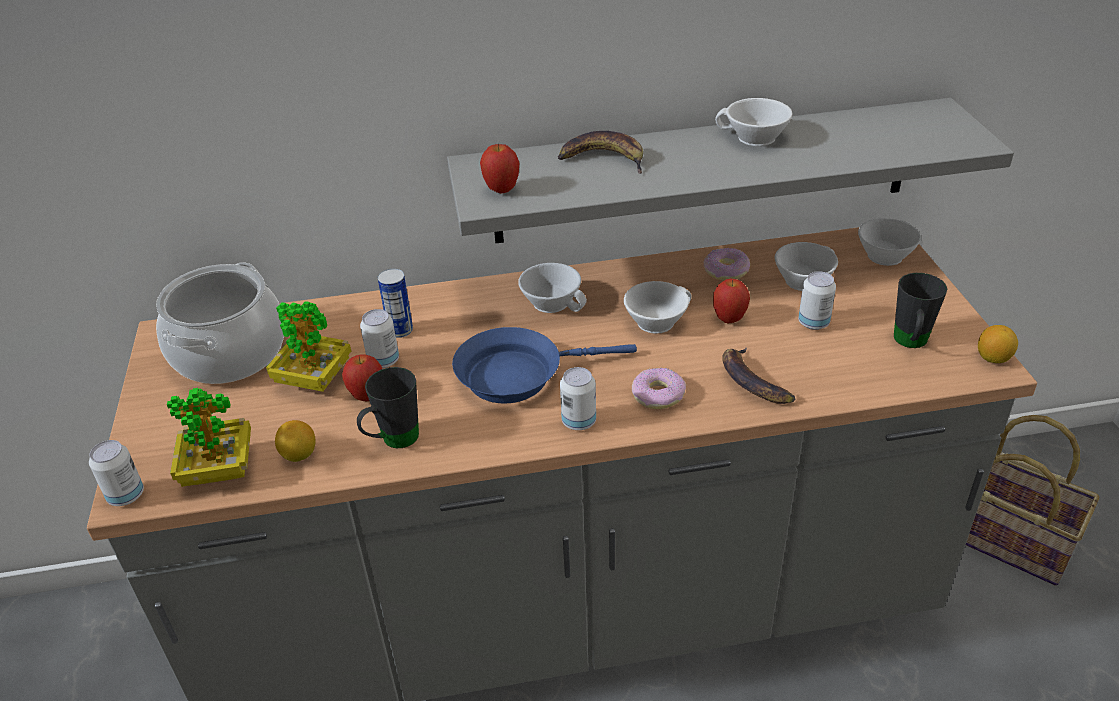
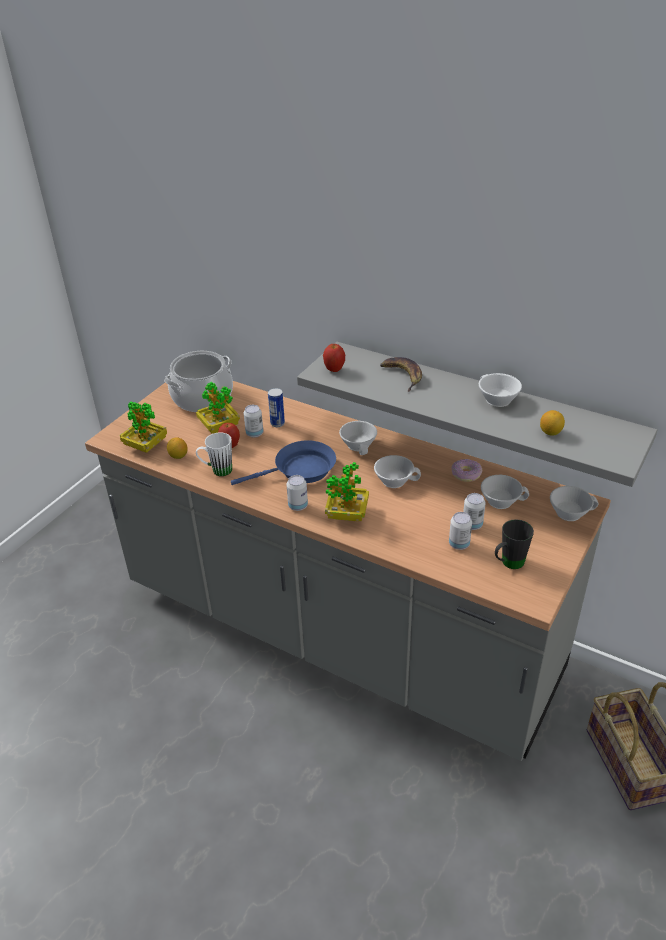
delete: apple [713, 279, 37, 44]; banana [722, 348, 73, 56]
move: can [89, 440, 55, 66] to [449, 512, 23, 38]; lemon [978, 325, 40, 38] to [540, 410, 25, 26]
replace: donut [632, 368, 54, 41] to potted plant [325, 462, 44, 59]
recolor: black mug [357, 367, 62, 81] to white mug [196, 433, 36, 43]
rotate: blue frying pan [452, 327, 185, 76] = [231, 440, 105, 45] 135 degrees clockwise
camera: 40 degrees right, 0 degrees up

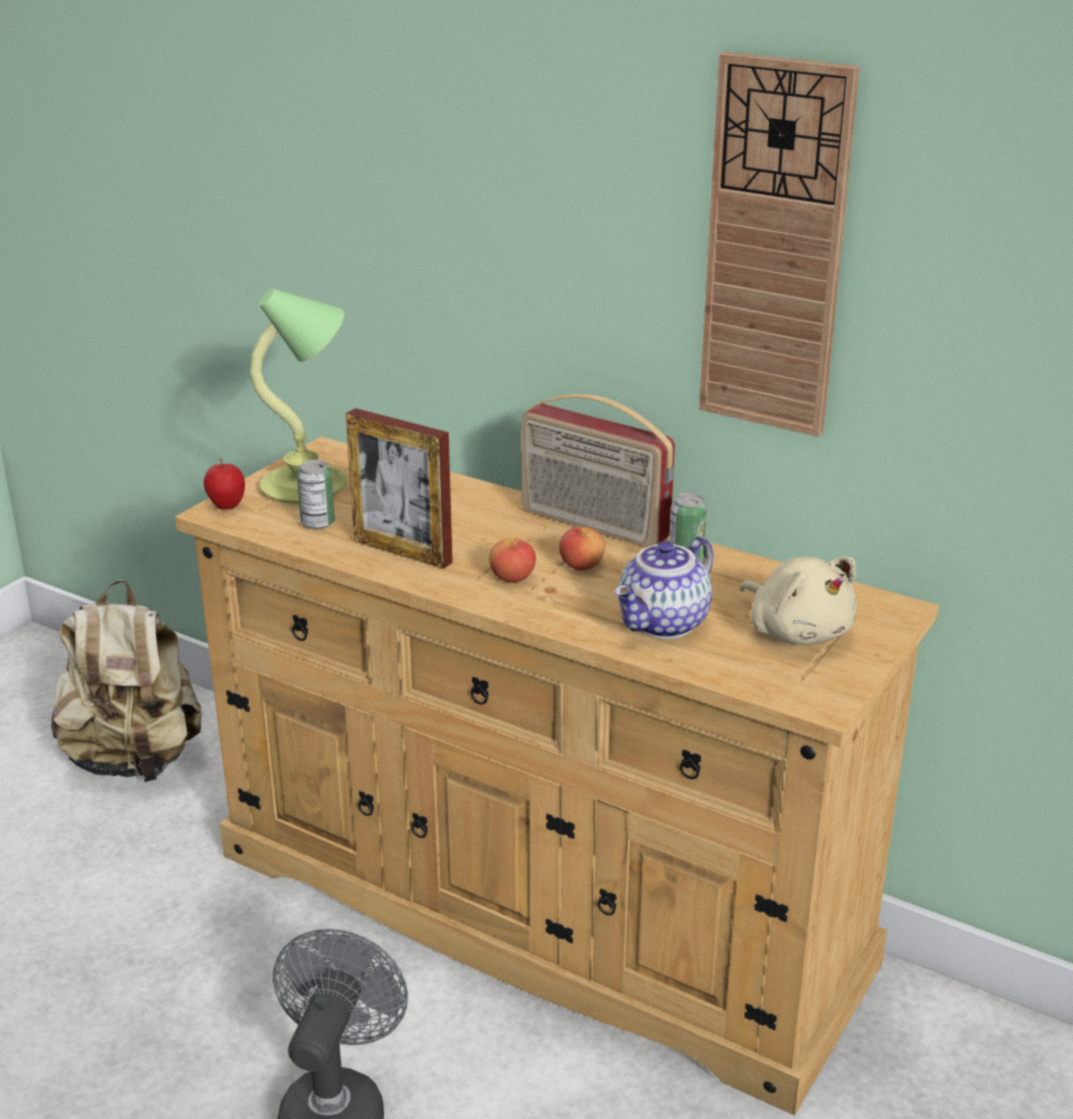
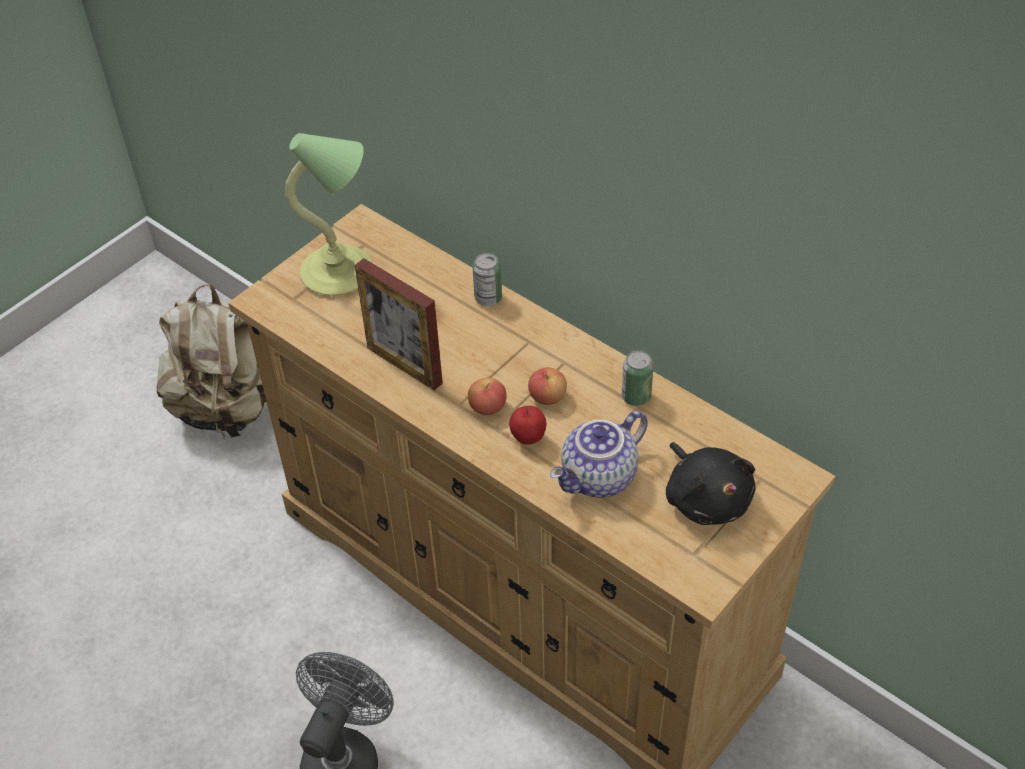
delete: radio [521, 394, 154, 153]; wall clock [699, 52, 161, 385]
move: apple [204, 458, 41, 52] to [509, 406, 37, 39]; can [297, 460, 38, 69] to [473, 253, 29, 53]
recolor: beige plush toy [740, 556, 117, 89] to black plush toy [666, 442, 89, 83]
camera: 10 degrees right, 20 degrees up

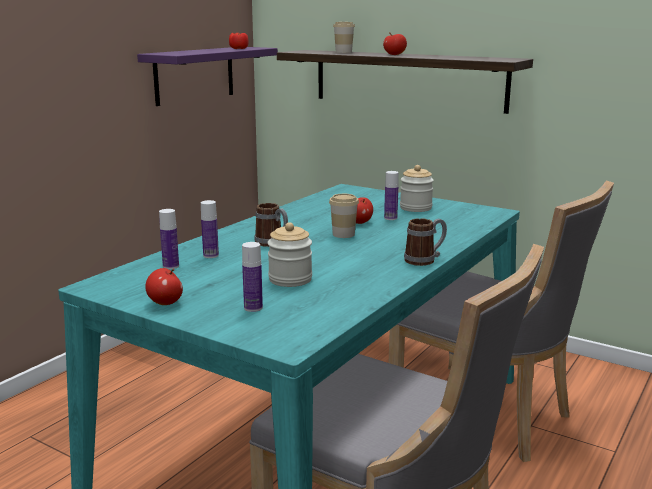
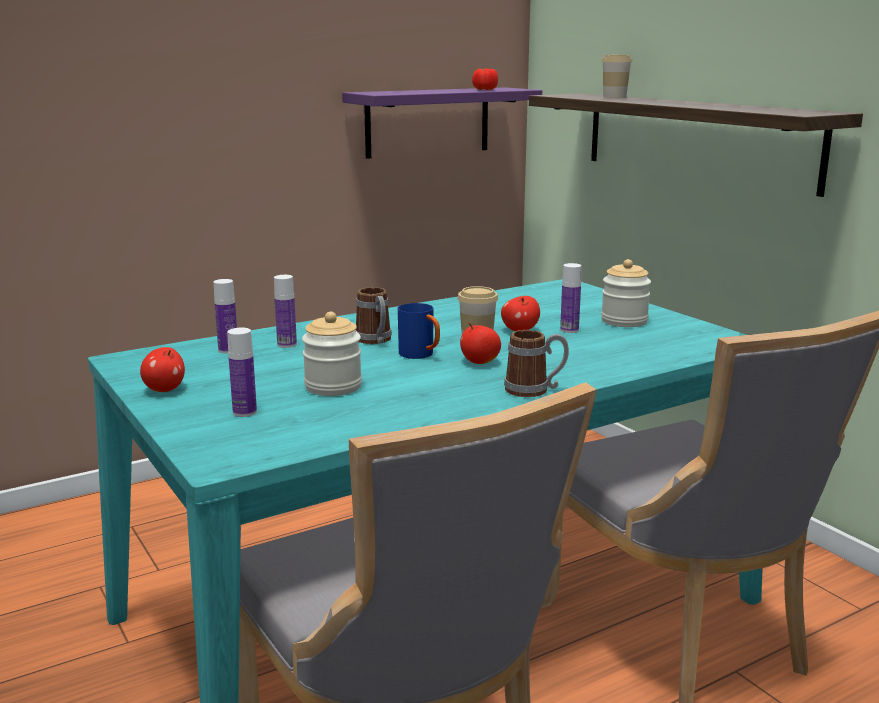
insert: blue mug [398, 303, 42, 56]
move: apple [383, 32, 24, 23] to [460, 322, 41, 42]
camera: 25 degrees right, 0 degrees up

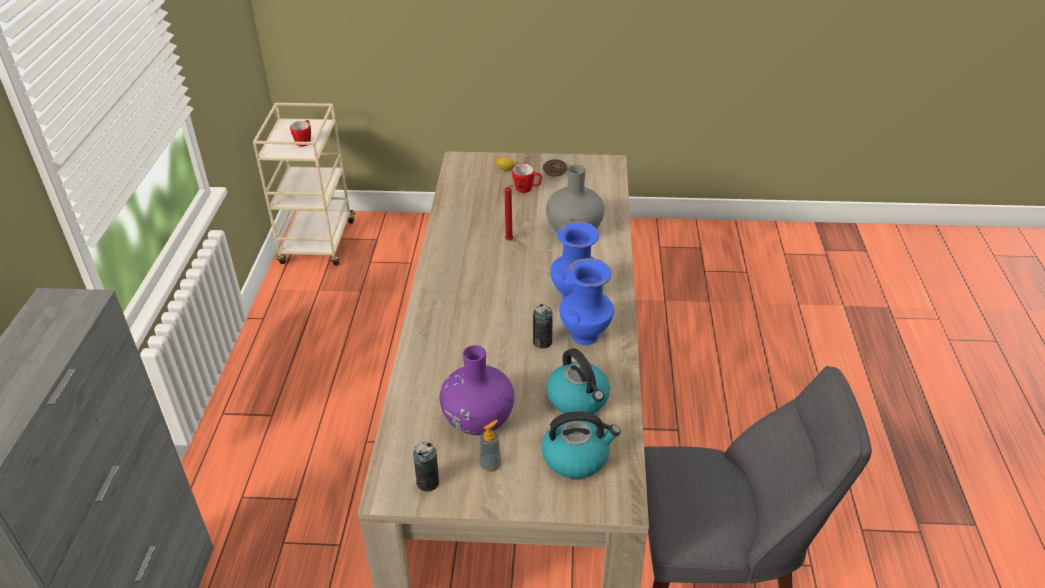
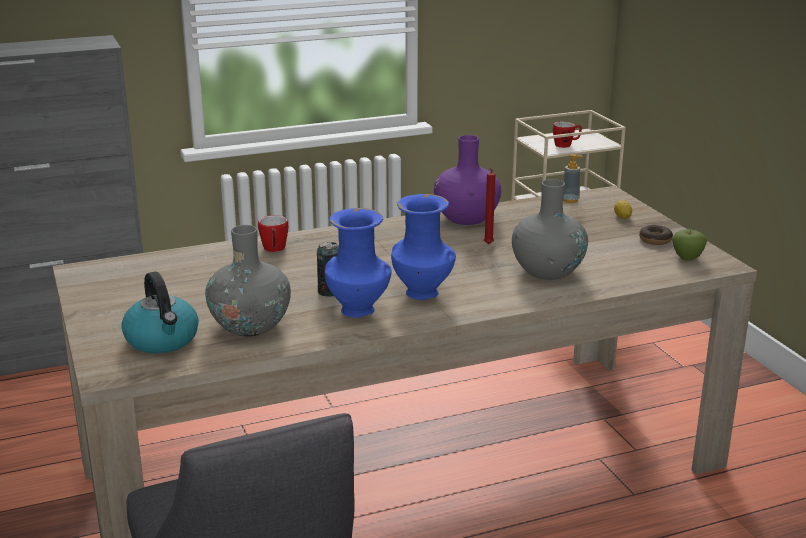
delete: can [413, 442, 26, 50]
insert: apple [672, 229, 35, 32]
move: purple vase [440, 345, 74, 90] to [434, 135, 67, 90]; soap dispenser [479, 420, 23, 52] to [563, 154, 20, 49]; mug [512, 164, 30, 29] to [258, 215, 30, 37]
replace: kettle [547, 348, 63, 66] to grey vase [205, 225, 86, 112]
camera: 65 degrees right, 15 degrees down

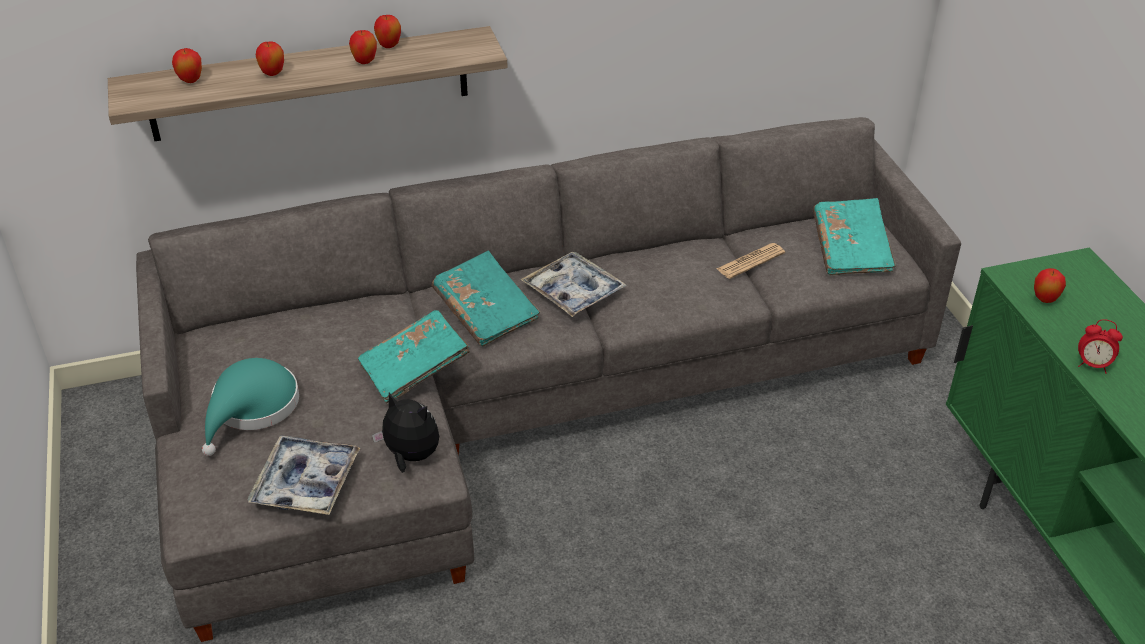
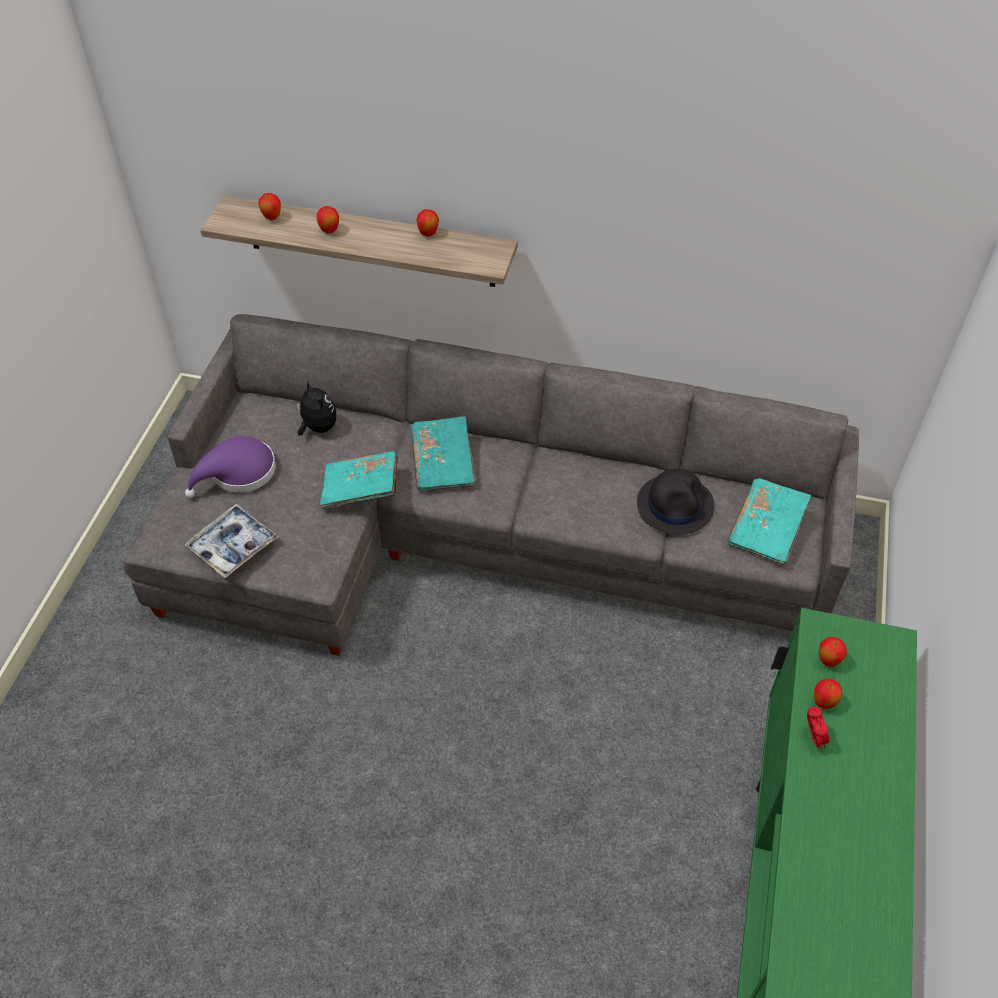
delete: tray [520, 252, 107, 65]
move: apple [349, 30, 28, 34] to [814, 679, 28, 30]; plush toy [372, 393, 67, 80] to [296, 380, 40, 56]
replace: newspaper [717, 243, 68, 36] to black hat [637, 469, 77, 65]
recolor: turquoise hat [202, 358, 97, 98] to purple hat [185, 436, 91, 62]
rotate: alarm clock [1078, 319, 45, 55] = [807, 707, 23, 41] 150 degrees counterclockwise
camera: 30 degrees right, 10 degrees up

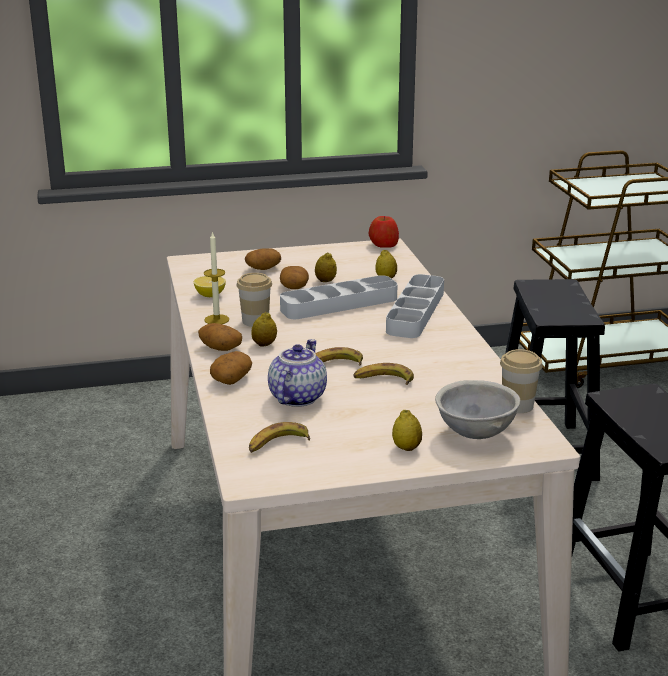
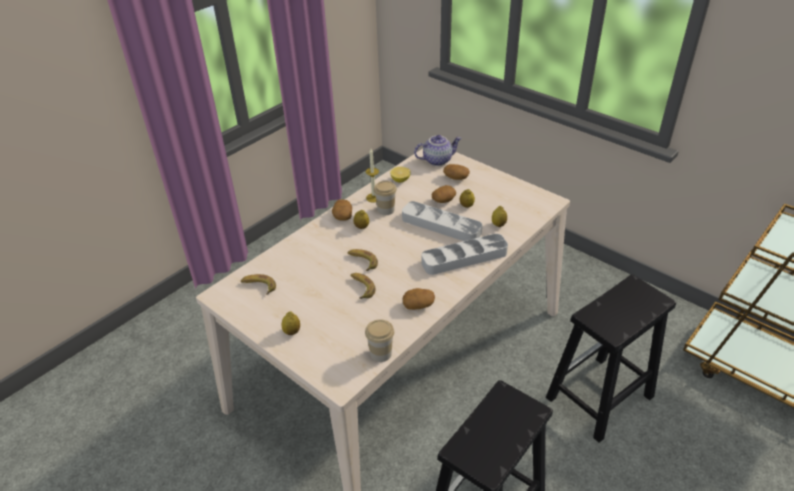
delete: apple [369, 216, 30, 32]; grey bowl [435, 380, 85, 59]
move: potato [210, 351, 42, 34] to [403, 288, 32, 22]; teapot [268, 339, 59, 68] to [414, 135, 48, 31]
camera: 55 degrees right, 15 degrees up

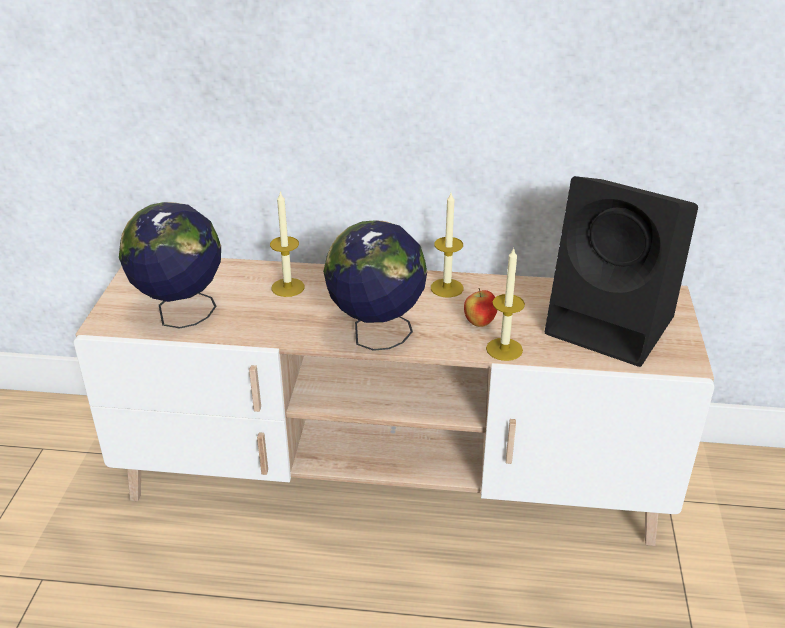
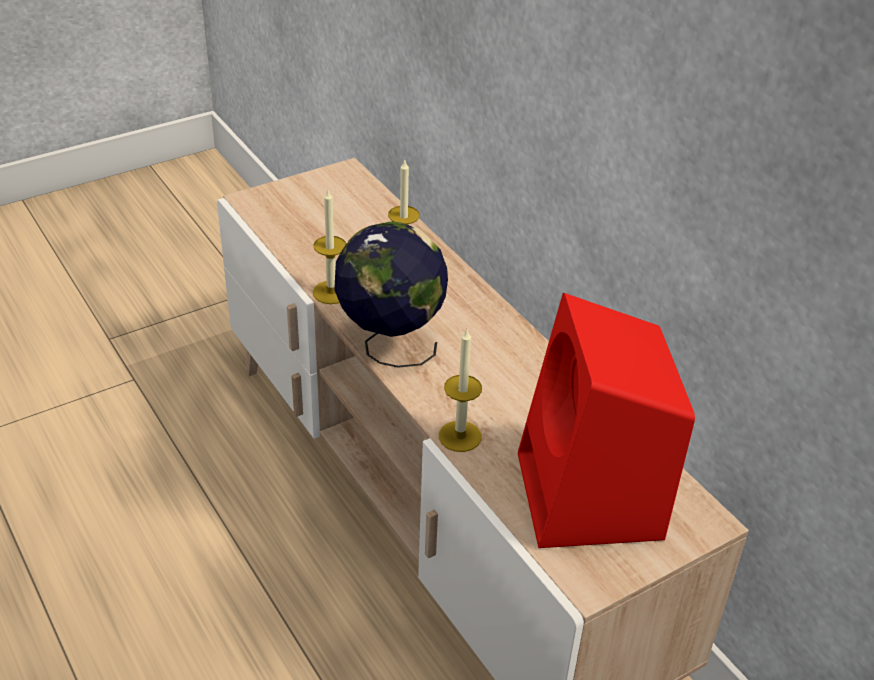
delete: globe [119, 202, 102, 127]; apple [464, 288, 33, 39]
move: candle [431, 193, 32, 104] to [313, 190, 33, 114]
recolor: black speaker [545, 176, 153, 191] to red speaker [518, 293, 177, 255]
camera: 50 degrees right, 5 degrees up

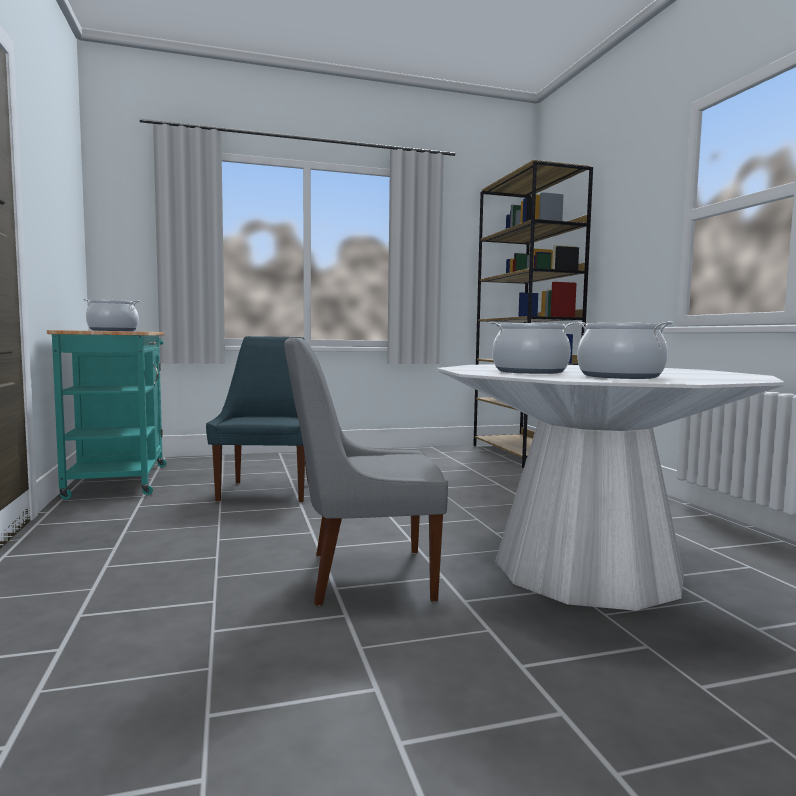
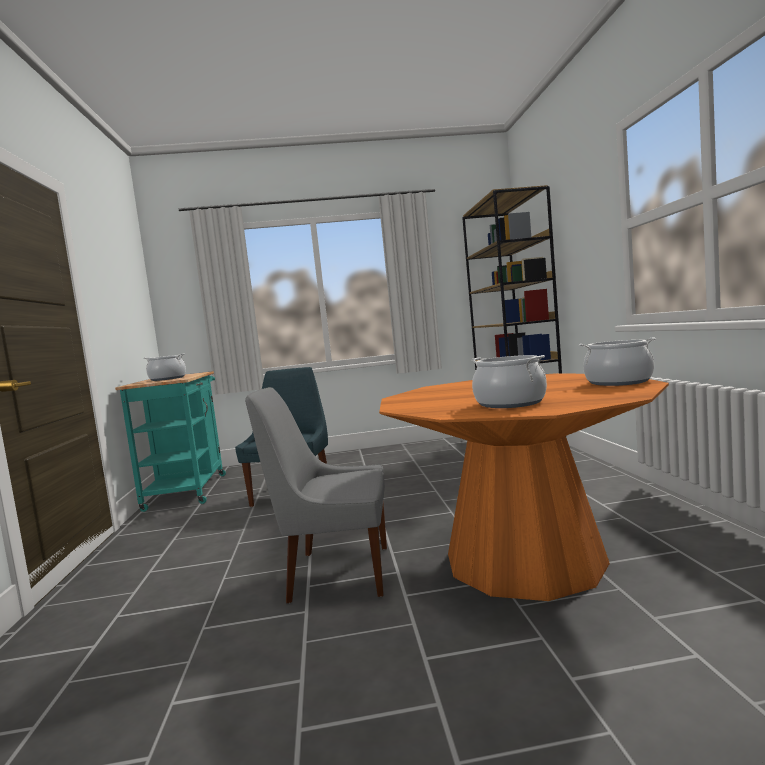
move: cooking pot [490, 322, 86, 52] to [579, 337, 77, 49]
recolor: white dining table [437, 364, 348, 247] to orange dining table [379, 373, 290, 228]
camera: 10 degrees right, 0 degrees up

